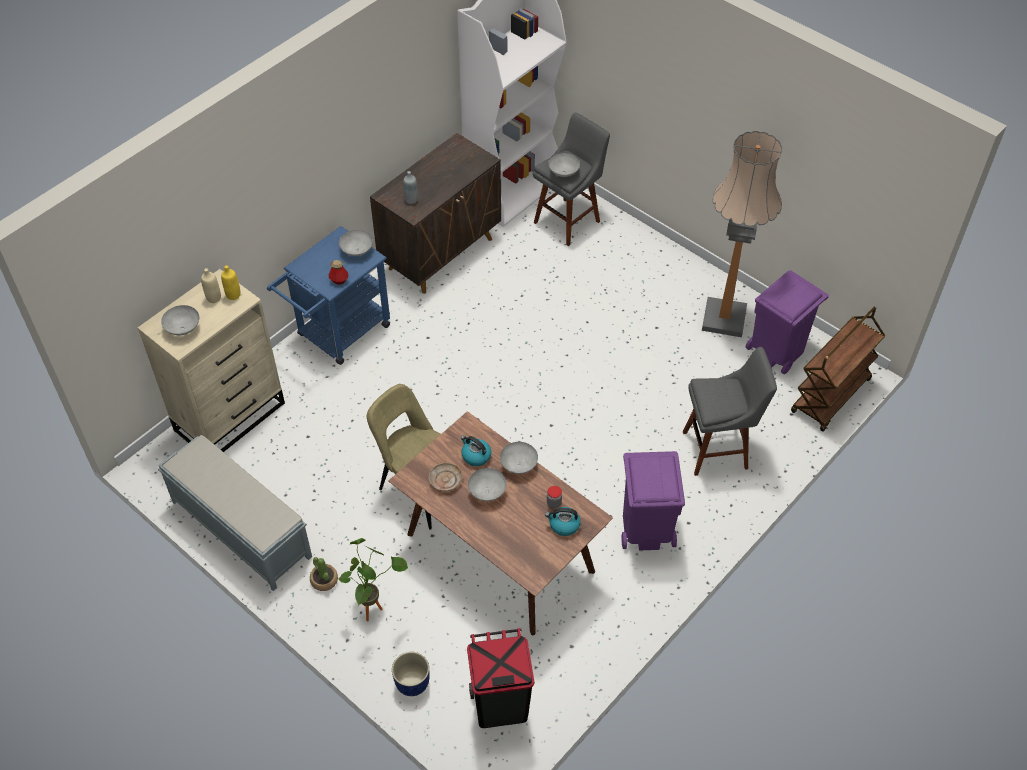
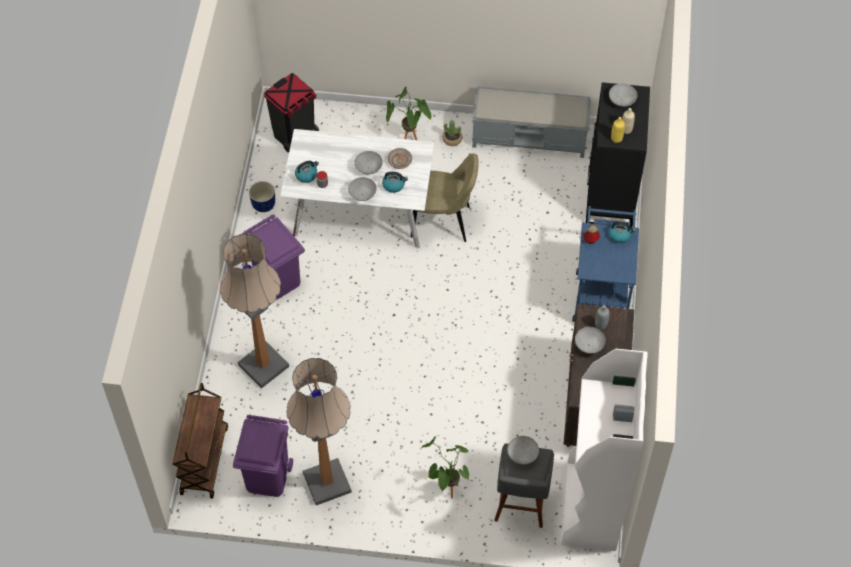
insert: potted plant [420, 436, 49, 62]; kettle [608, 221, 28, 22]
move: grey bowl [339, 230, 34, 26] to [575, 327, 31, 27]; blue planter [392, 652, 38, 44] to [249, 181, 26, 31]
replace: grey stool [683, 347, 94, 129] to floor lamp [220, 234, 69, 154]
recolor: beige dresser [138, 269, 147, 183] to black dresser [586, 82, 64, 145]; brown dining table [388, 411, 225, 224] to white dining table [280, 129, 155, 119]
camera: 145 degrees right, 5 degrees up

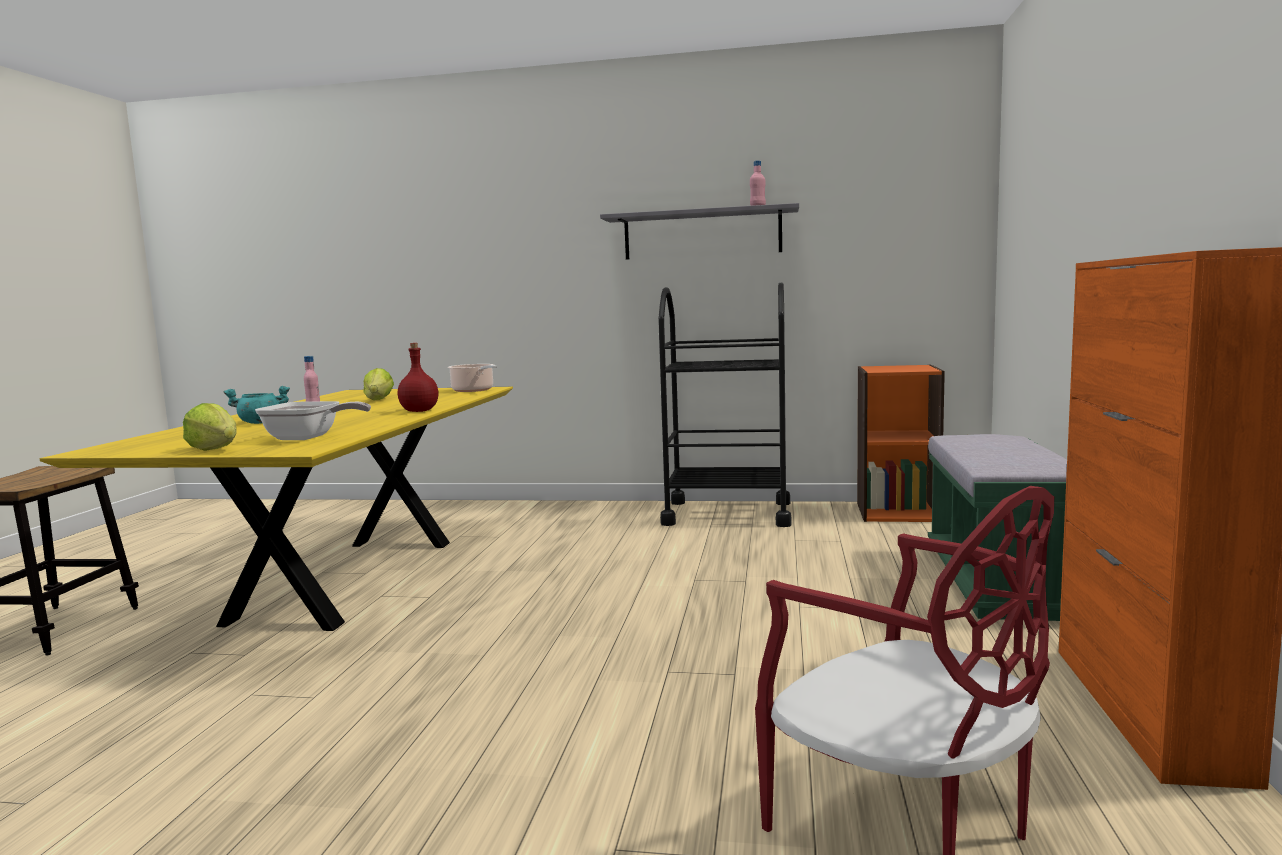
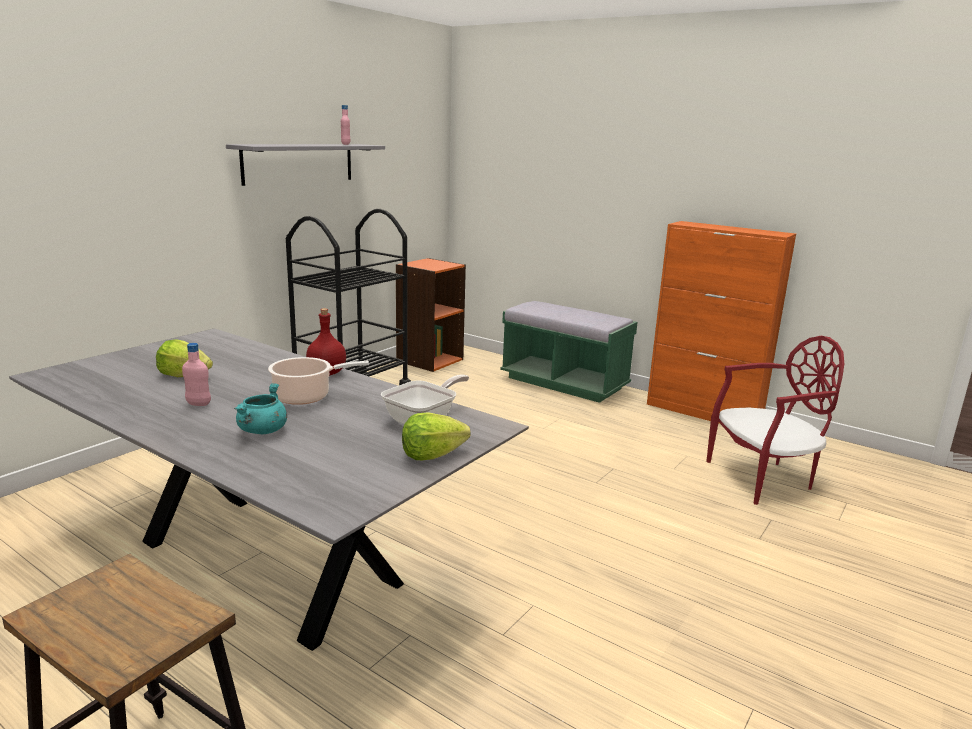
move: cooking pot [447, 364, 50, 28] to [268, 357, 101, 48]
recolor: yellow dining table [40, 387, 473, 244] to grey dining table [9, 328, 520, 323]
camera: 65 degrees left, 10 degrees up

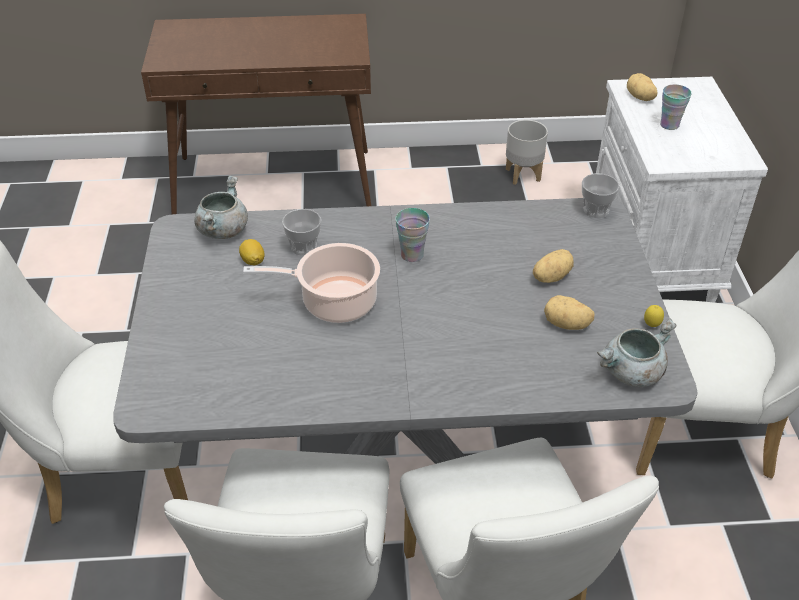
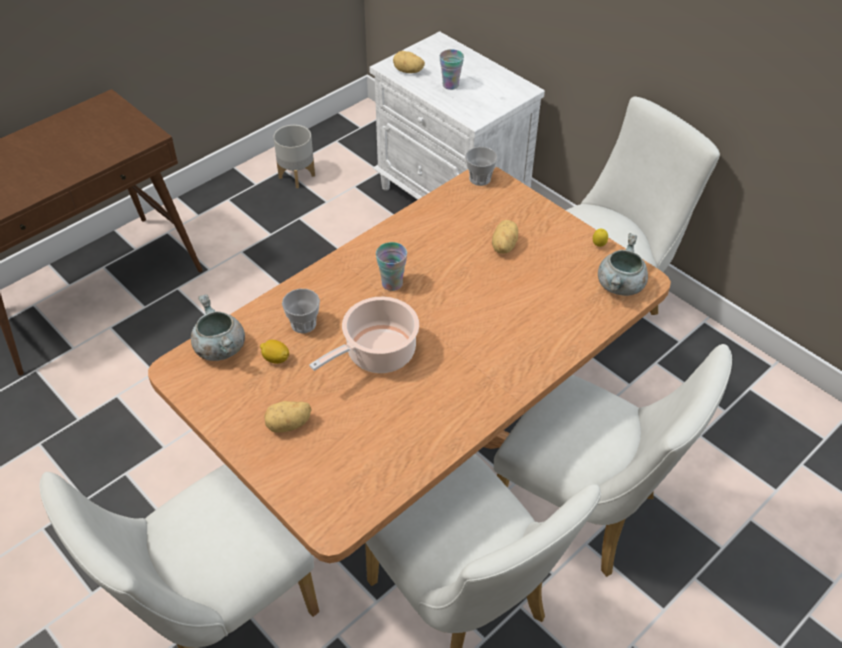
move: potato [544, 295, 51, 35] to [264, 401, 48, 32]
recolor: grey dining table [113, 198, 585, 266] to brown dining table [148, 167, 523, 396]
camera: 40 degrees left, 5 degrees up

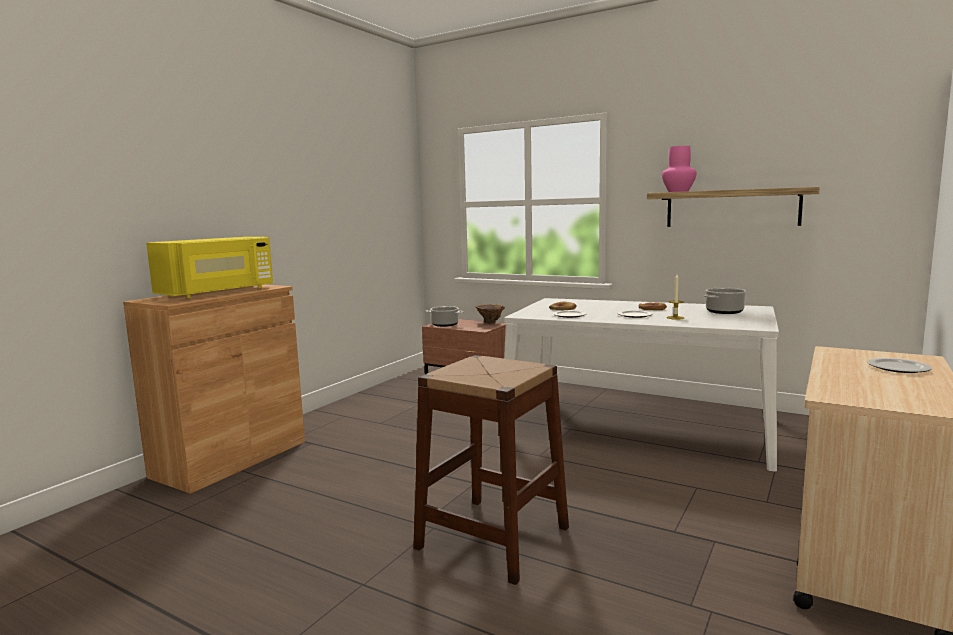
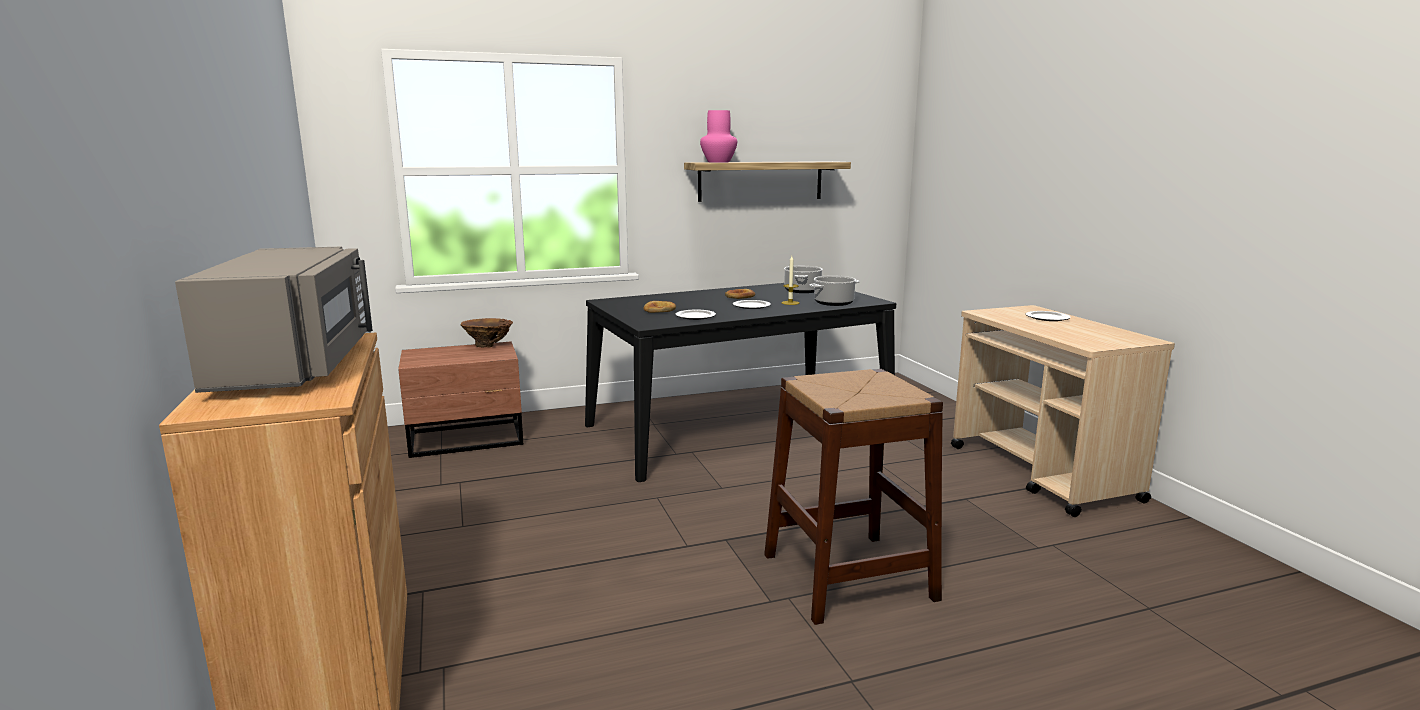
move: cooking pot [426, 306, 38, 21] to [809, 275, 51, 31]
recolor: yellow microwave [146, 237, 127, 61] to grey microwave [175, 247, 198, 146]; white dining table [504, 298, 275, 174] to black dining table [585, 283, 311, 199]
camera: 50 degrees left, 5 degrees up

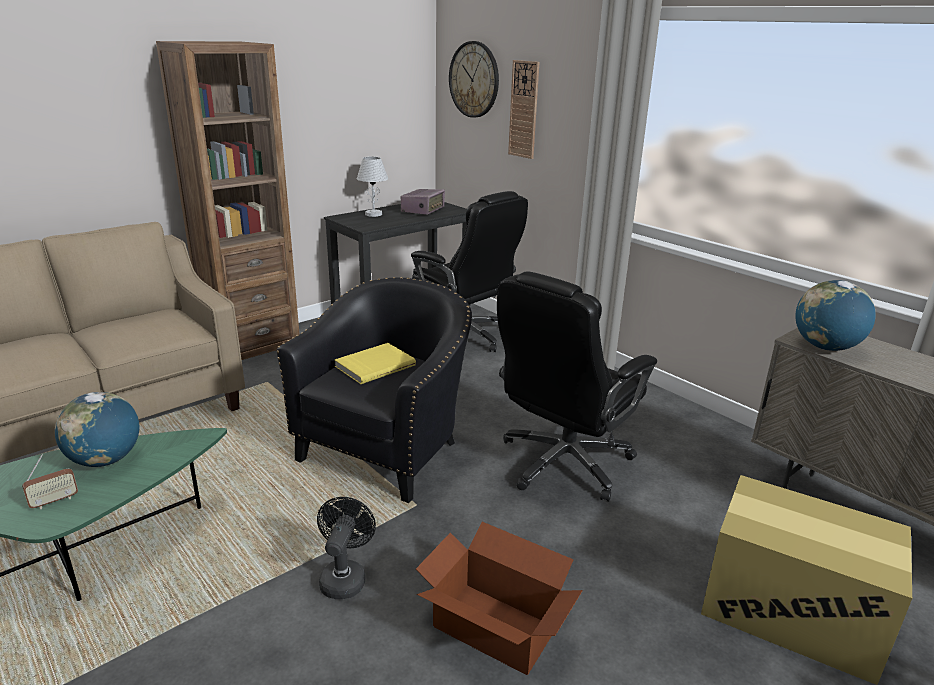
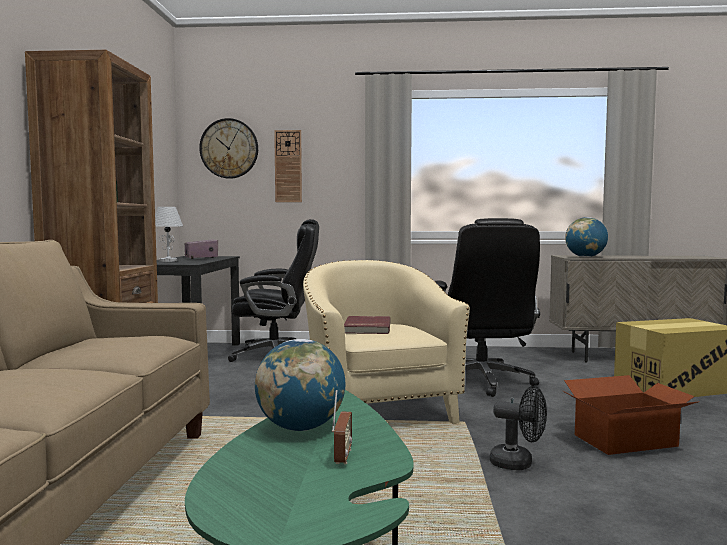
recolor: black armchair [277, 277, 195, 226] to beige armchair [303, 260, 167, 164]; yellow book [334, 343, 82, 41] to red book [344, 316, 47, 18]
rotate: black fan [317, 497, 59, 102] = [490, 386, 57, 84] 150 degrees clockwise
camera: 45 degrees left, 20 degrees down

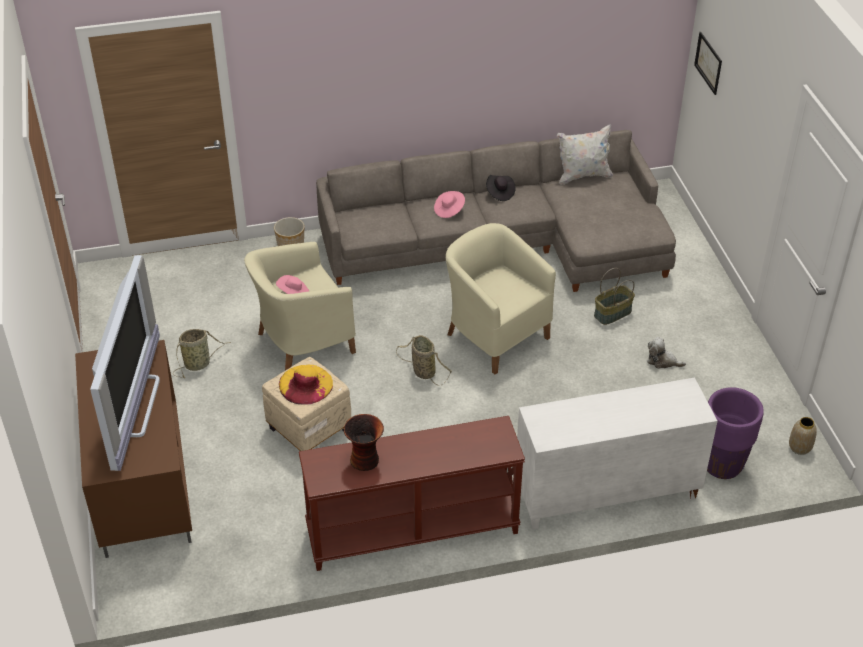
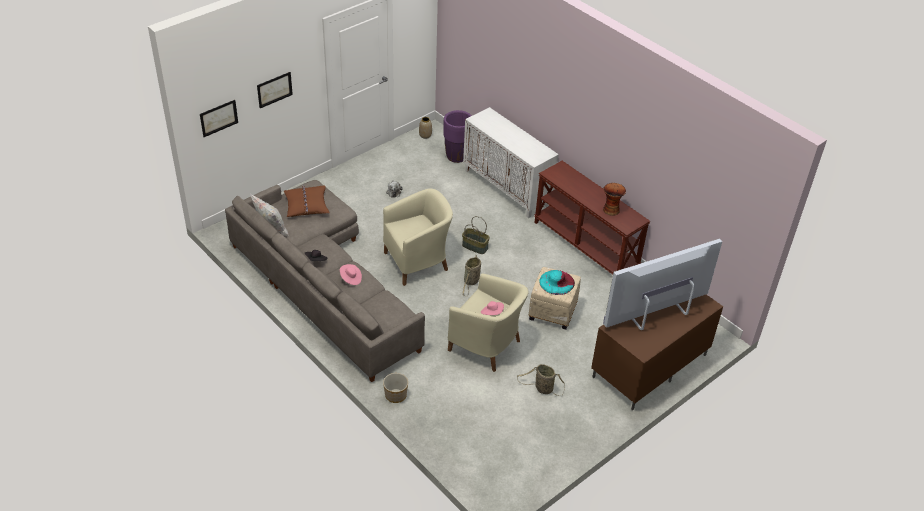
insert: picture [257, 72, 36, 36]; brown pillow [284, 185, 45, 32]
move: basket [594, 268, 41, 57] to [462, 216, 28, 38]
recolor: yellow hat [279, 365, 54, 40] to turquoise hat [540, 270, 35, 25]
rotate: beige armchair [446, 223, 110, 152] = [383, 188, 70, 98] 135 degrees counterclockwise
camera: 120 degrees left, 0 degrees up

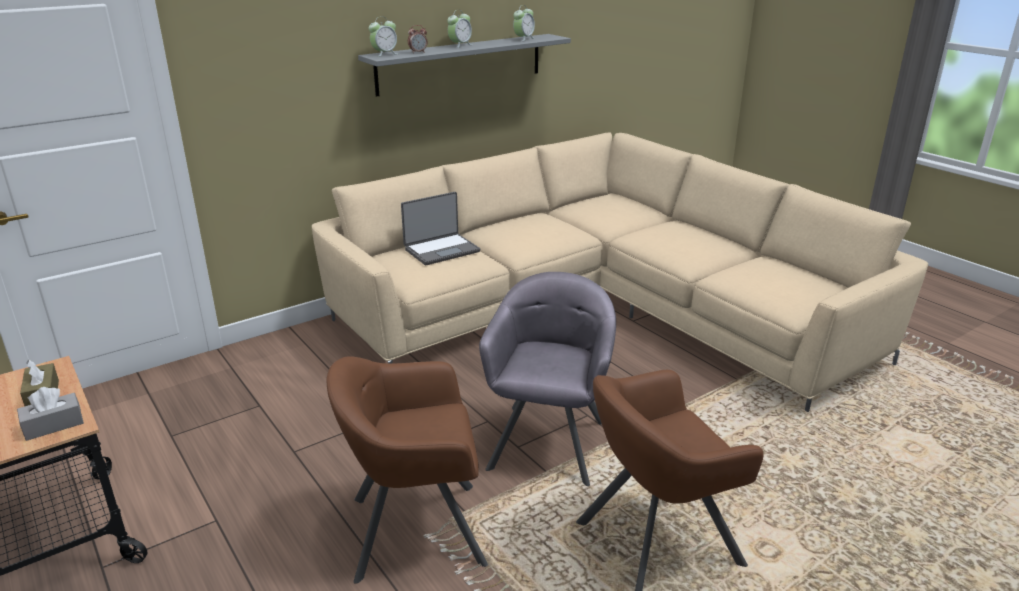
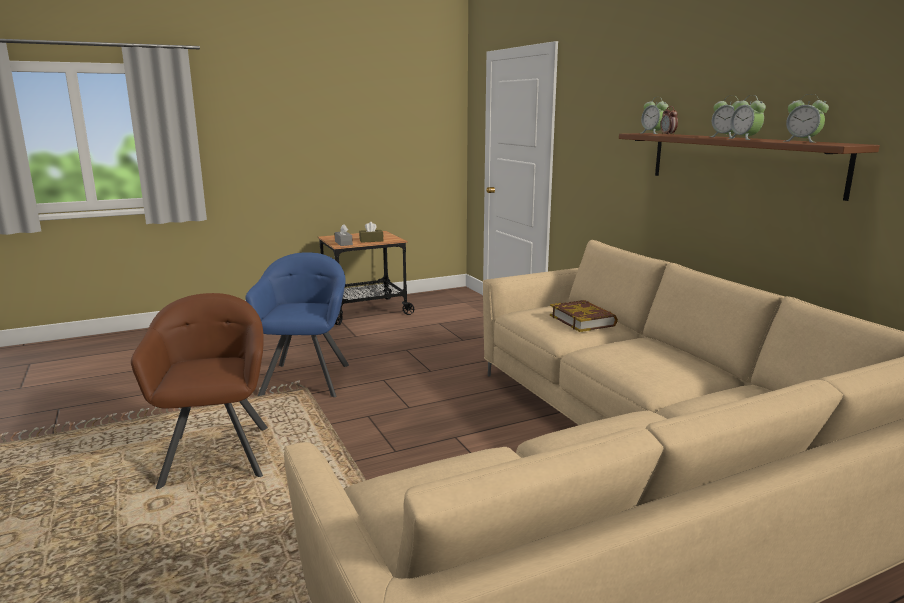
delete: grey armchair [479, 272, 137, 214]
insert: alarm clock [728, 95, 38, 45]
replace: laptop [401, 192, 79, 73] to book [550, 300, 68, 32]
recolor: brown armchair [327, 356, 161, 228] to blue armchair [245, 252, 104, 145]; grey shelf [358, 34, 213, 63] to brown shelf [619, 133, 261, 68]
camera: 100 degrees right, 10 degrees down

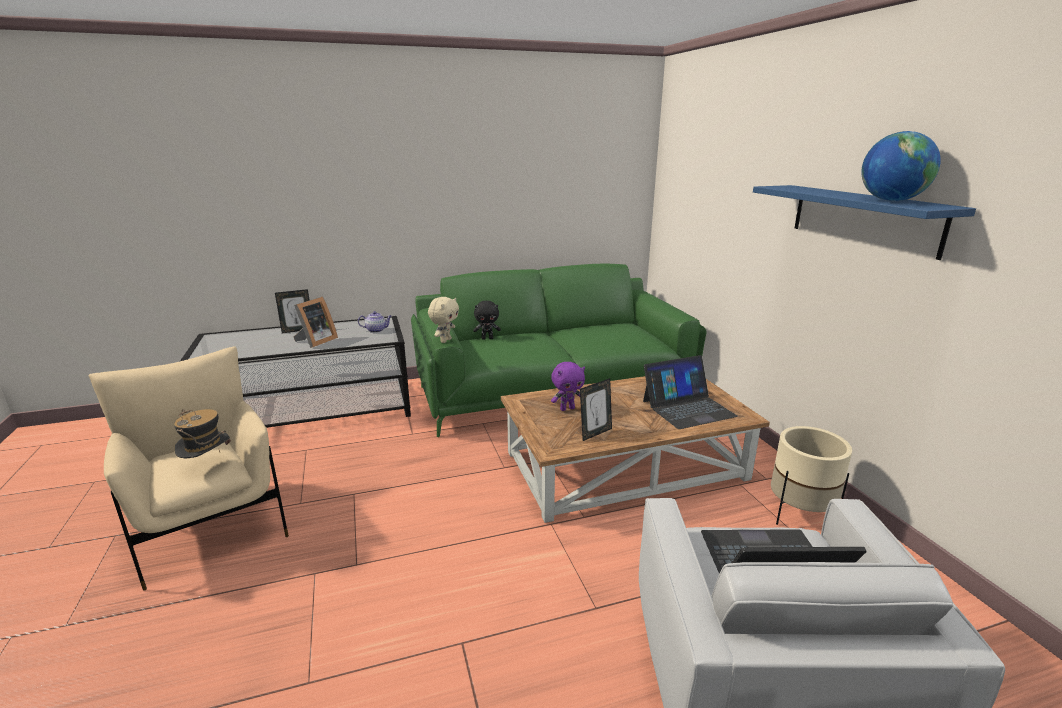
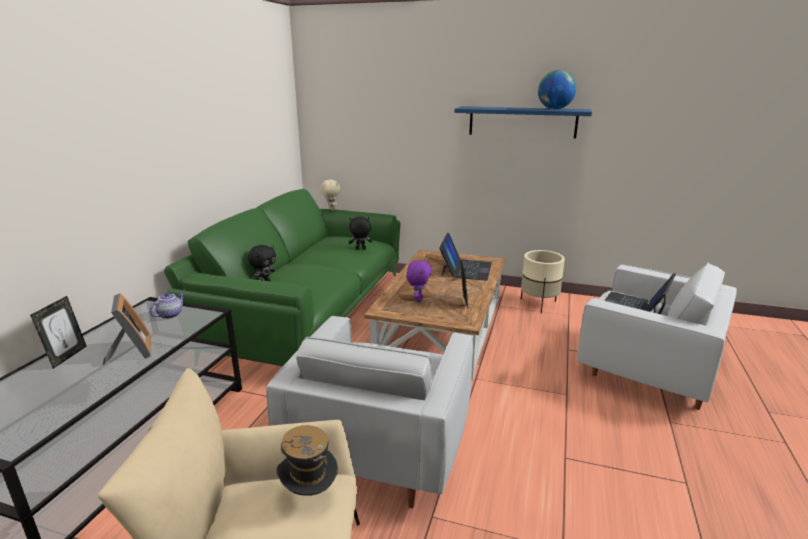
insert: white armchair [266, 316, 207, 192]; black plush toy [349, 216, 23, 34]
move: beige plush toy [428, 297, 31, 46] to [321, 179, 19, 32]
camera: 55 degrees left, 0 degrees up

